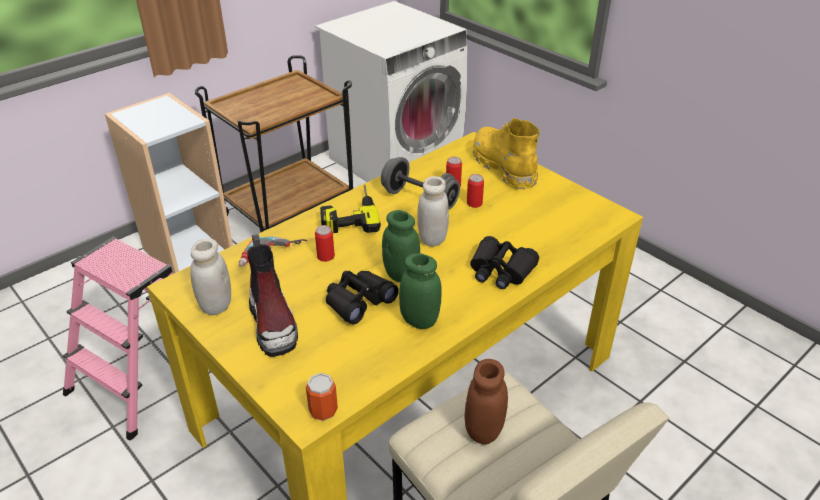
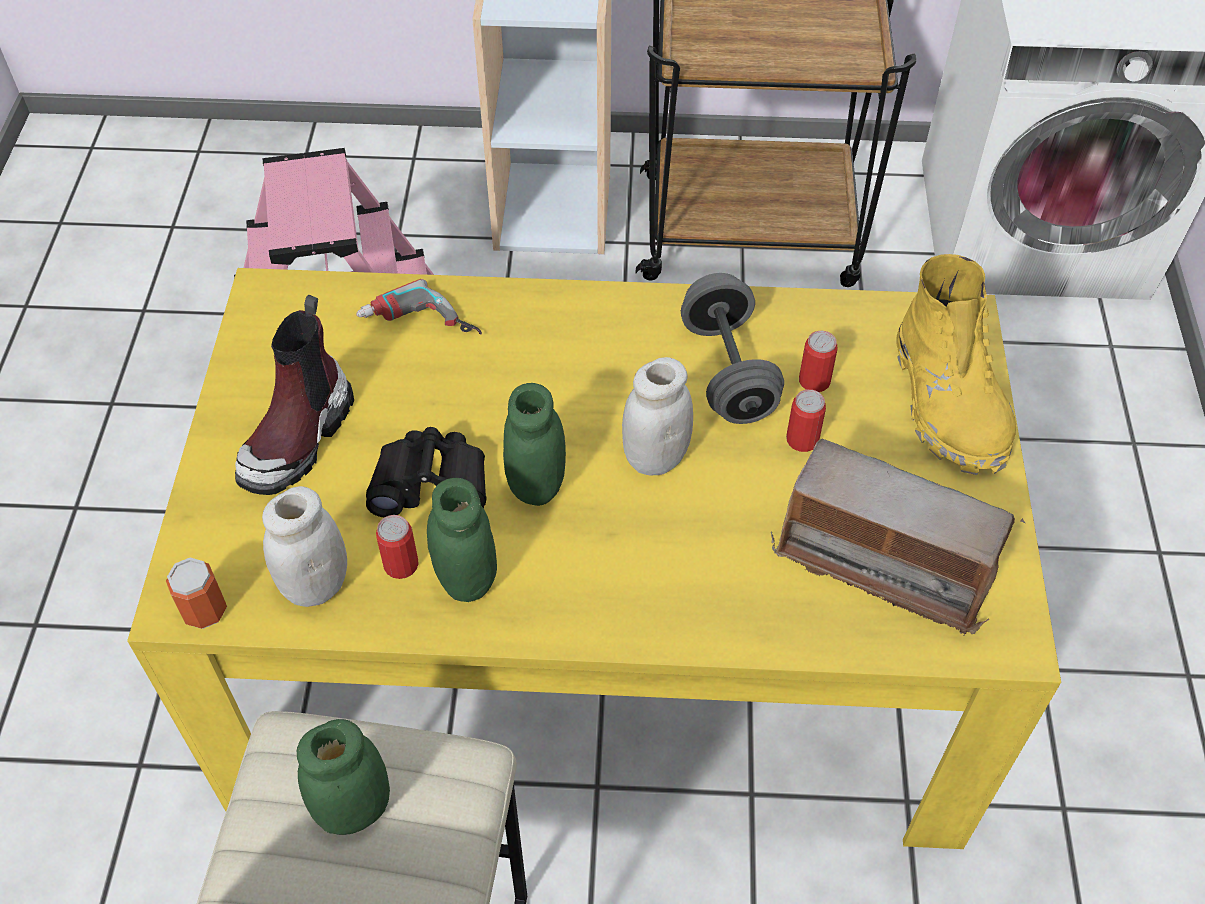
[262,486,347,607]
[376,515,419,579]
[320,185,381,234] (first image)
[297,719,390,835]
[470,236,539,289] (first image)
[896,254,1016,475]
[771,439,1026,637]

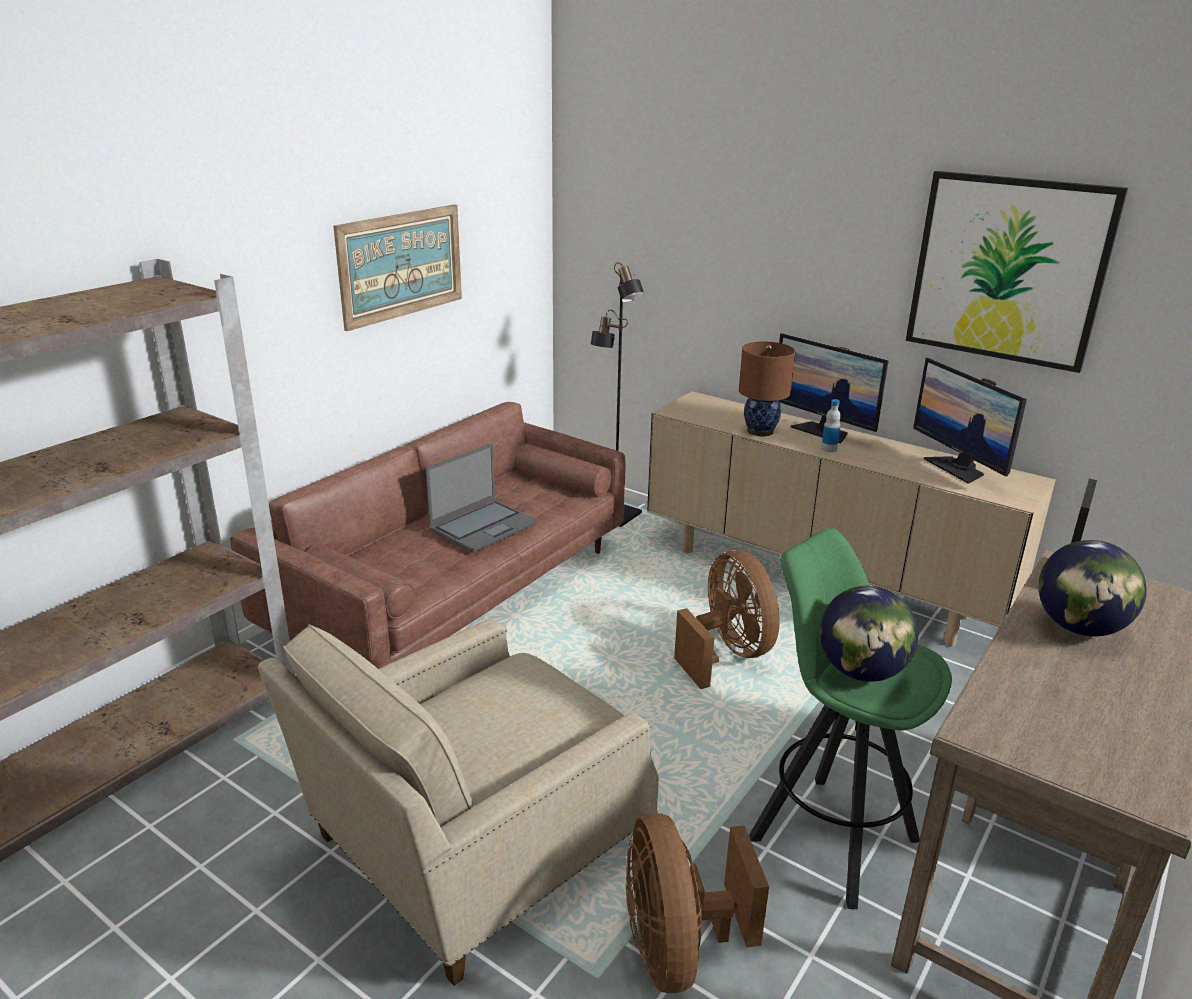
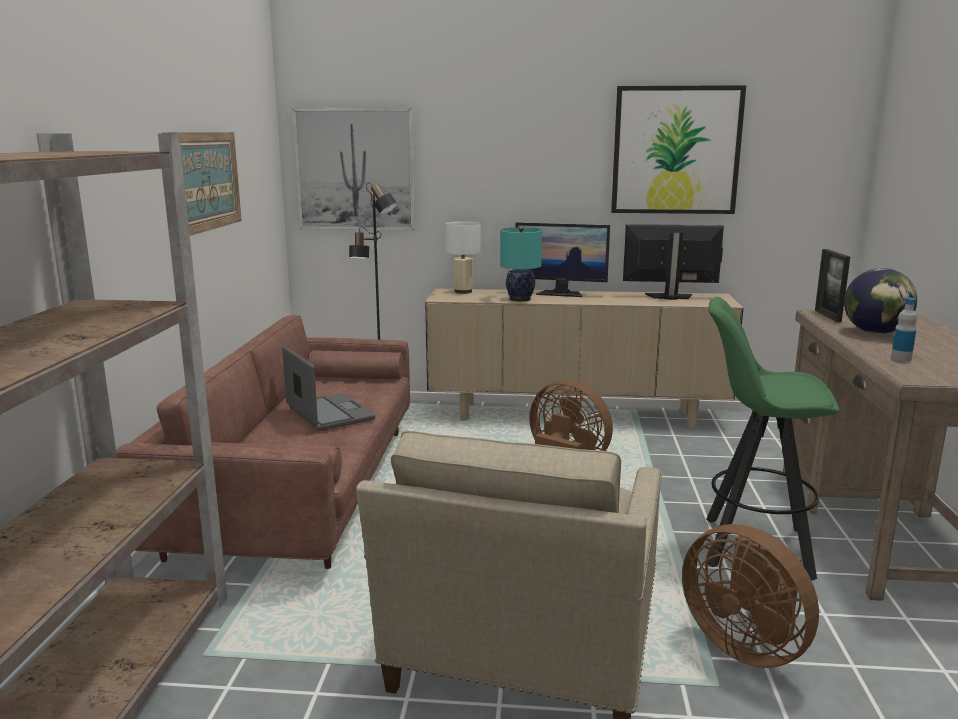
[282,346,375,431]
[500,226,542,302]
[820,586,918,682] (first image)
[891,298,917,361]
[623,224,724,300]
[292,108,415,231]
[445,221,481,294]

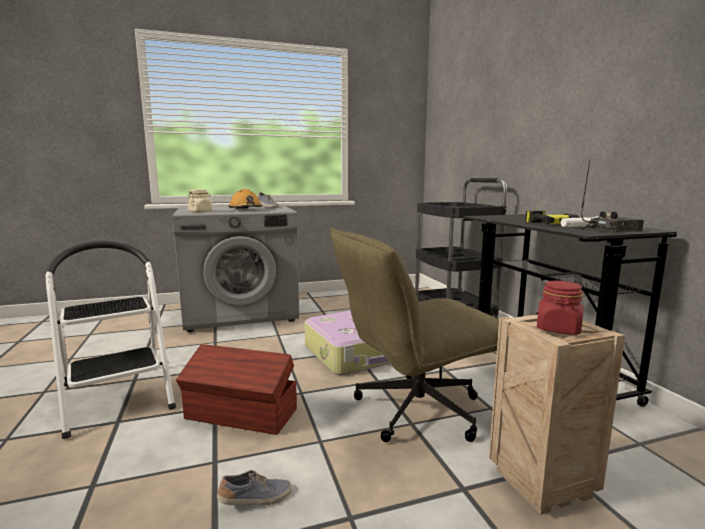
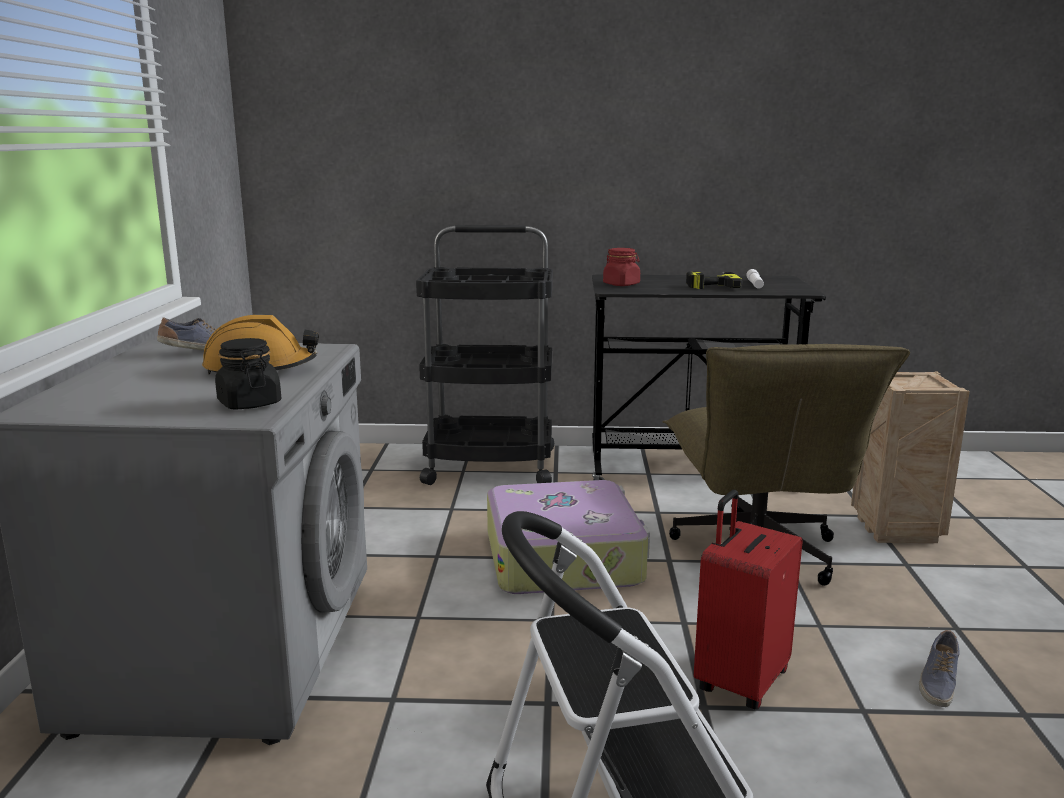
[694,490,803,710]
[215,338,281,409]
[919,630,959,707]
[603,248,640,286]
[581,160,644,232] (first image)

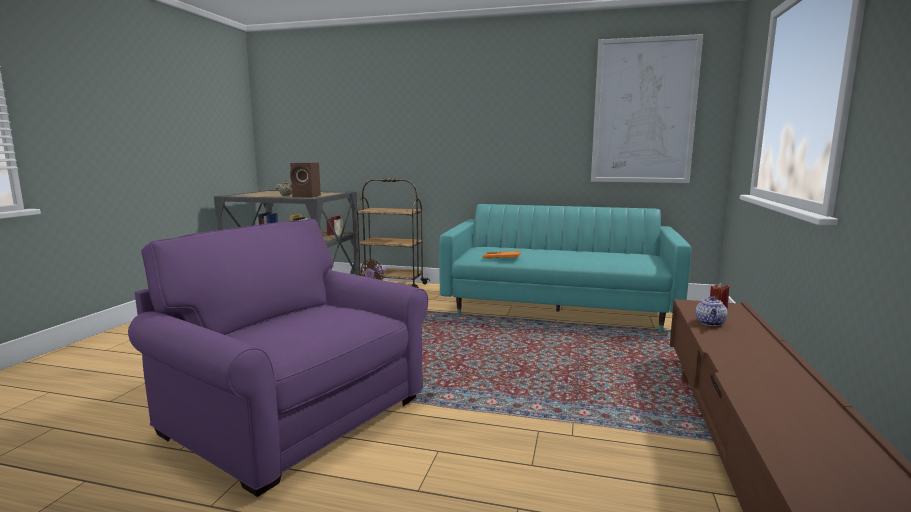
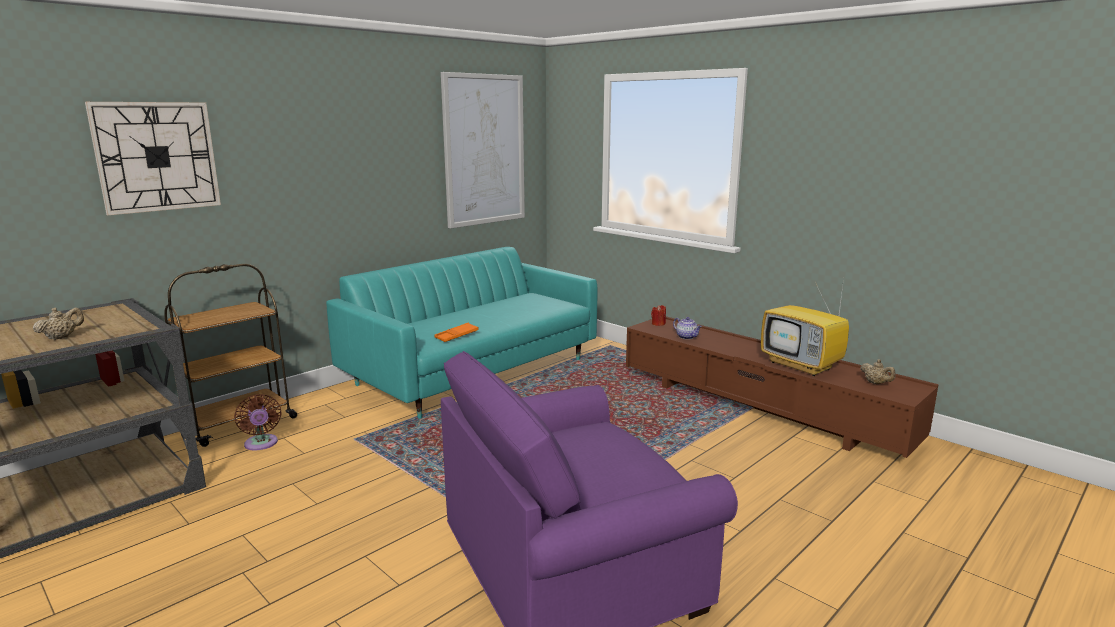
[290,163,321,198] (first image)
[85,102,221,215]
[761,279,849,376]
[860,359,896,384]

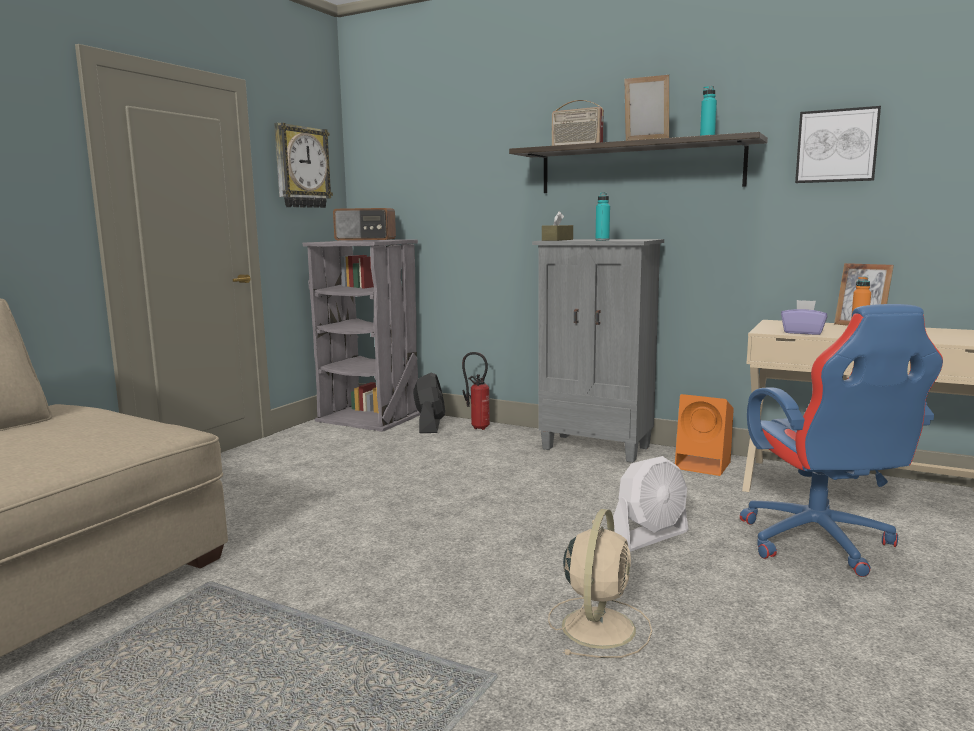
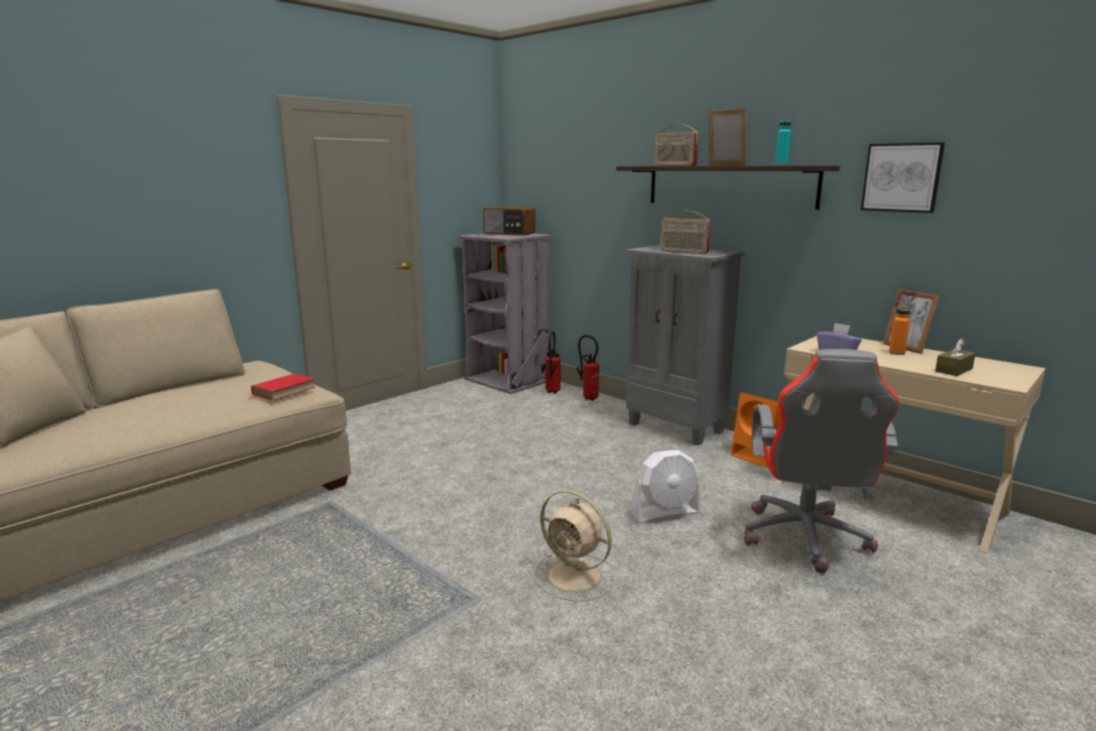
[274,123,333,208] (first image)
[541,331,561,394]
[935,338,976,376]
[534,490,618,601]
[660,211,711,254]
[744,349,899,573]
[249,373,315,401]

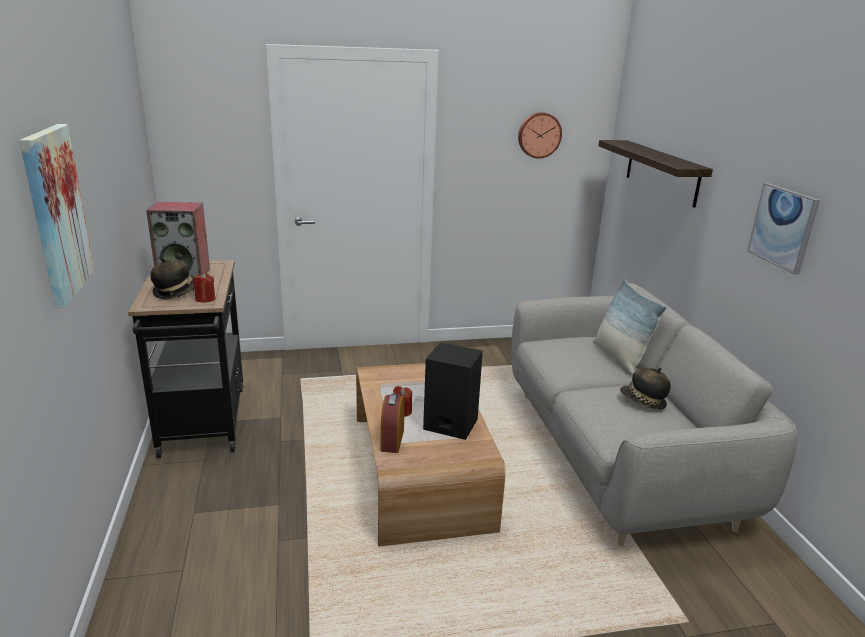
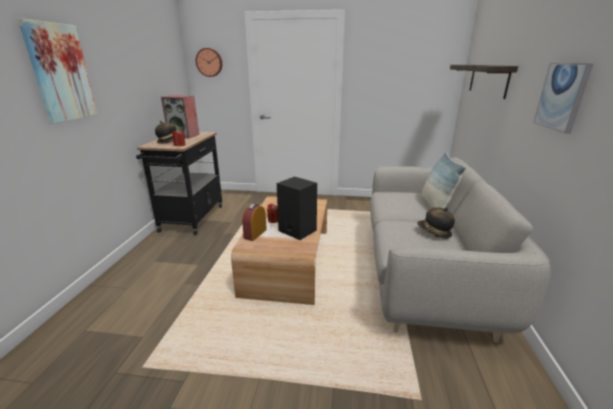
[196,48,222,77]

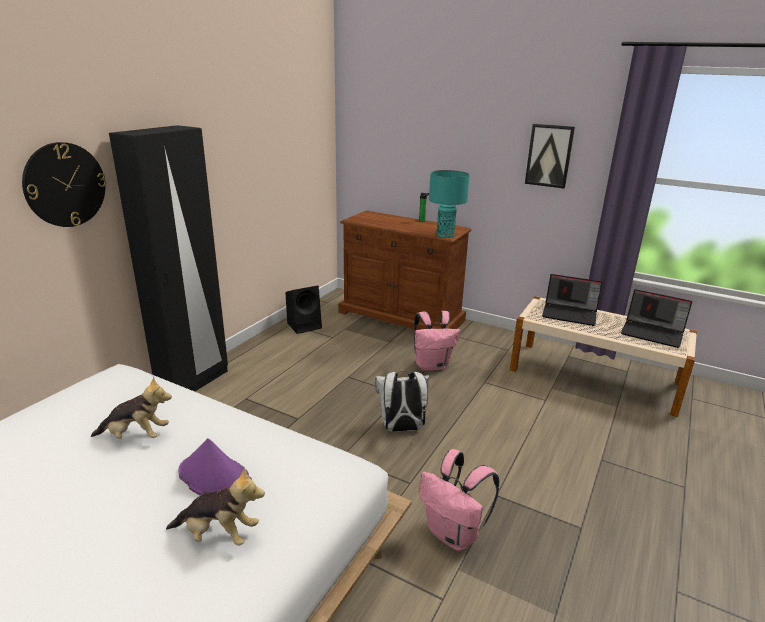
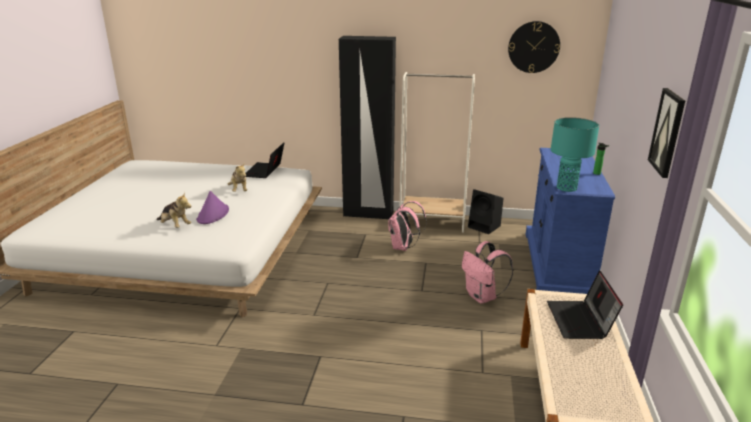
[508,21,560,73]
[157,192,192,228]
[526,148,615,294]
[375,371,429,432] (first image)
[388,201,427,251]
[246,142,284,178]
[399,72,475,233]

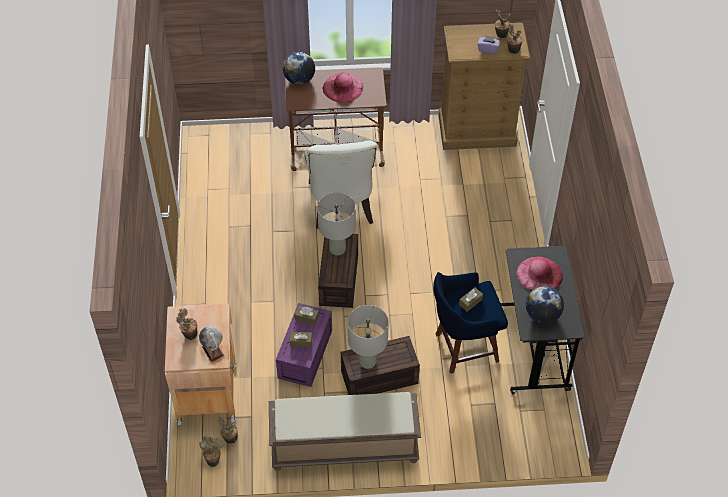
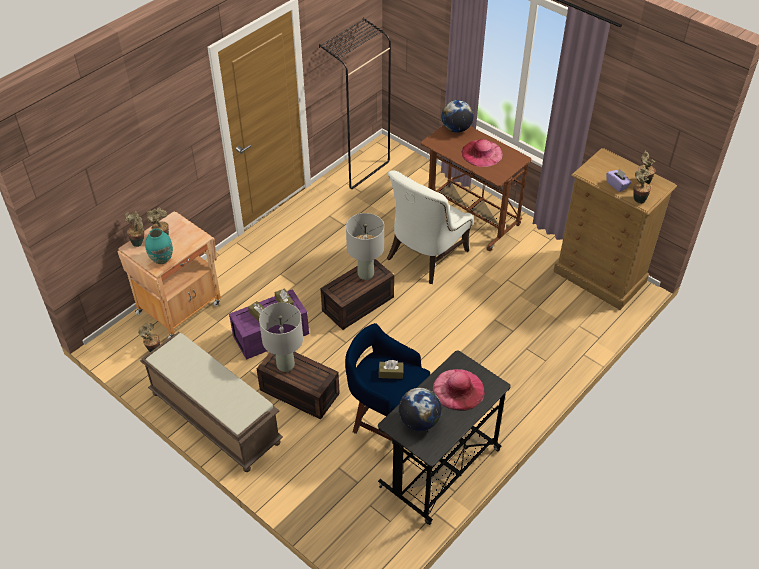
[145,229,173,264]
[125,211,144,247]
[319,17,391,189]

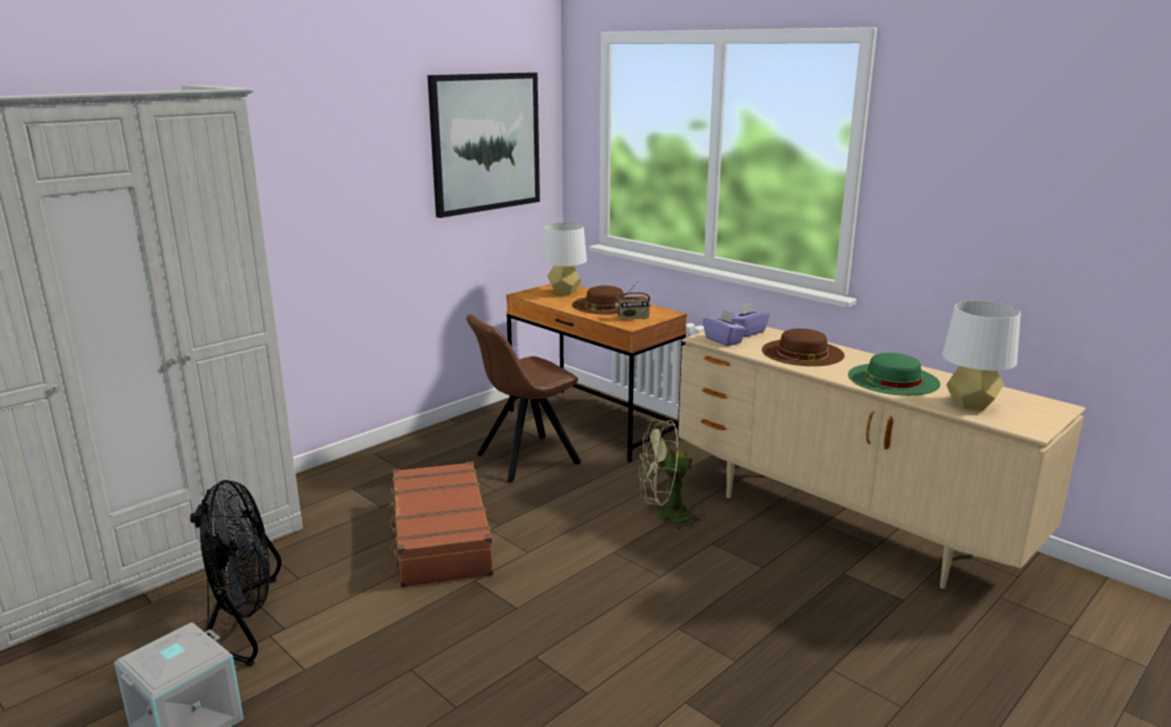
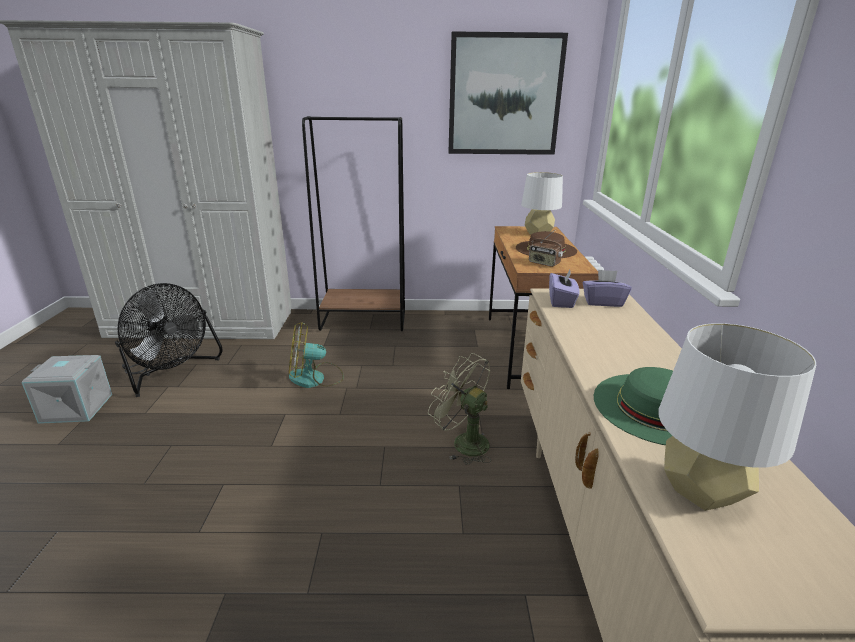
[289,323,344,388]
[466,314,581,482] (first image)
[762,328,845,366] (first image)
[302,116,405,331]

